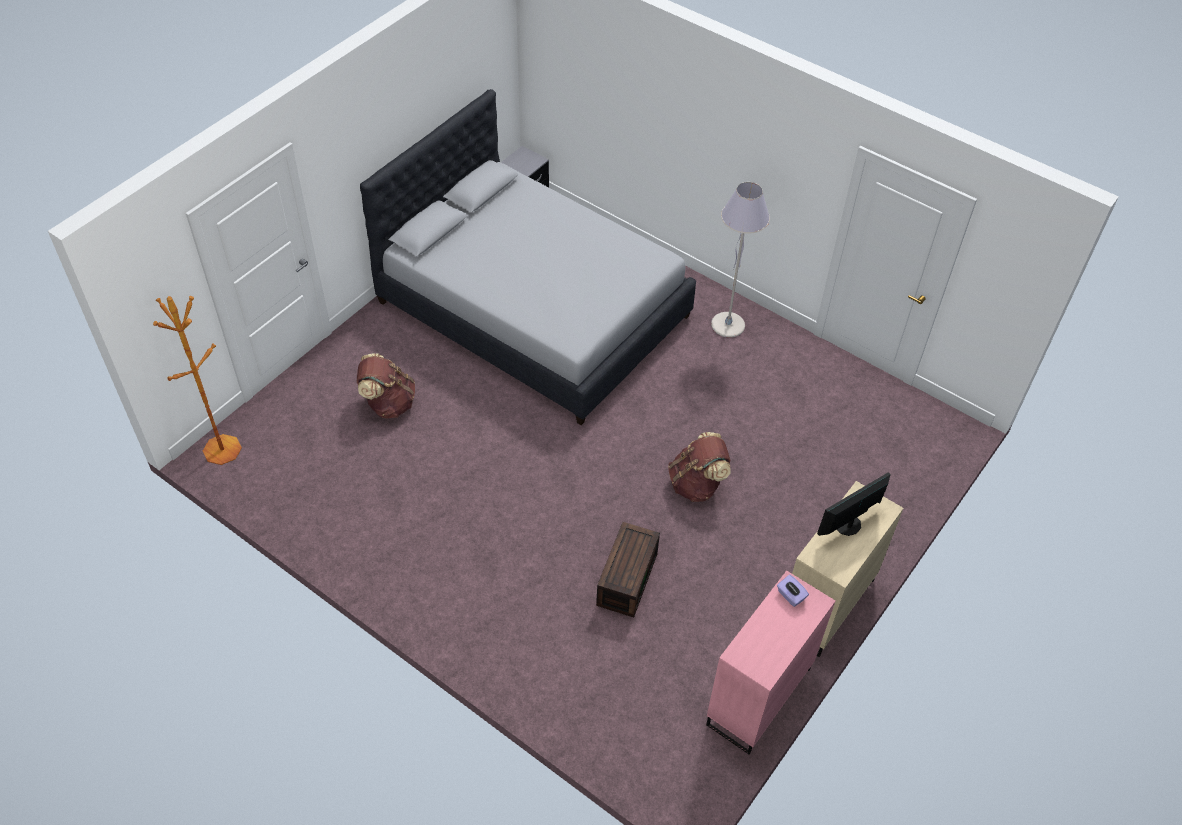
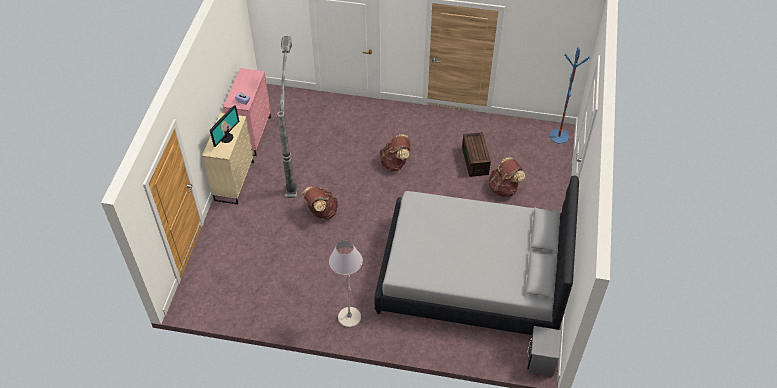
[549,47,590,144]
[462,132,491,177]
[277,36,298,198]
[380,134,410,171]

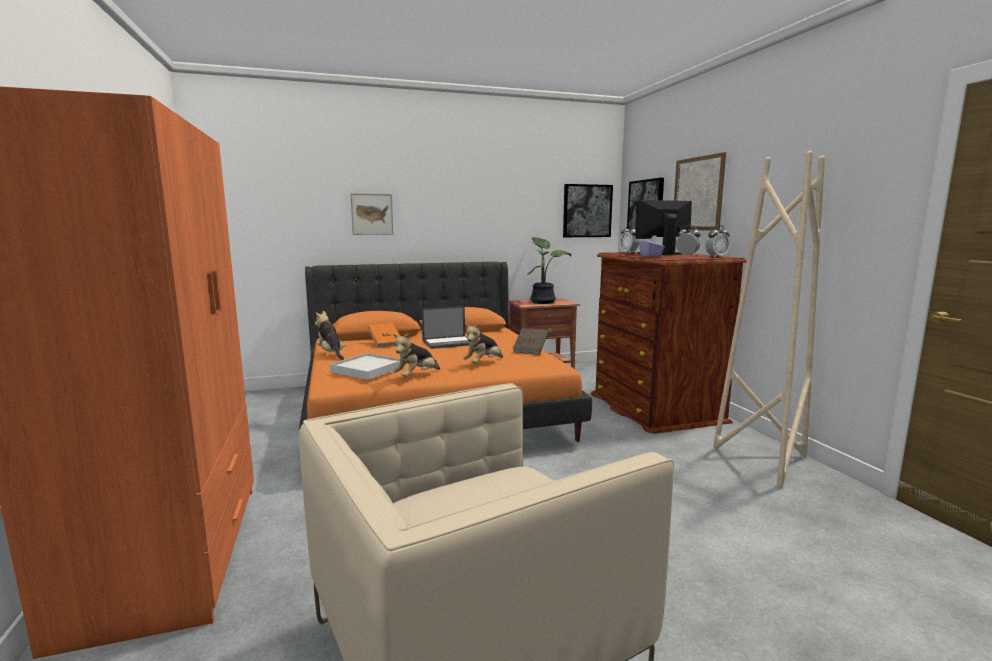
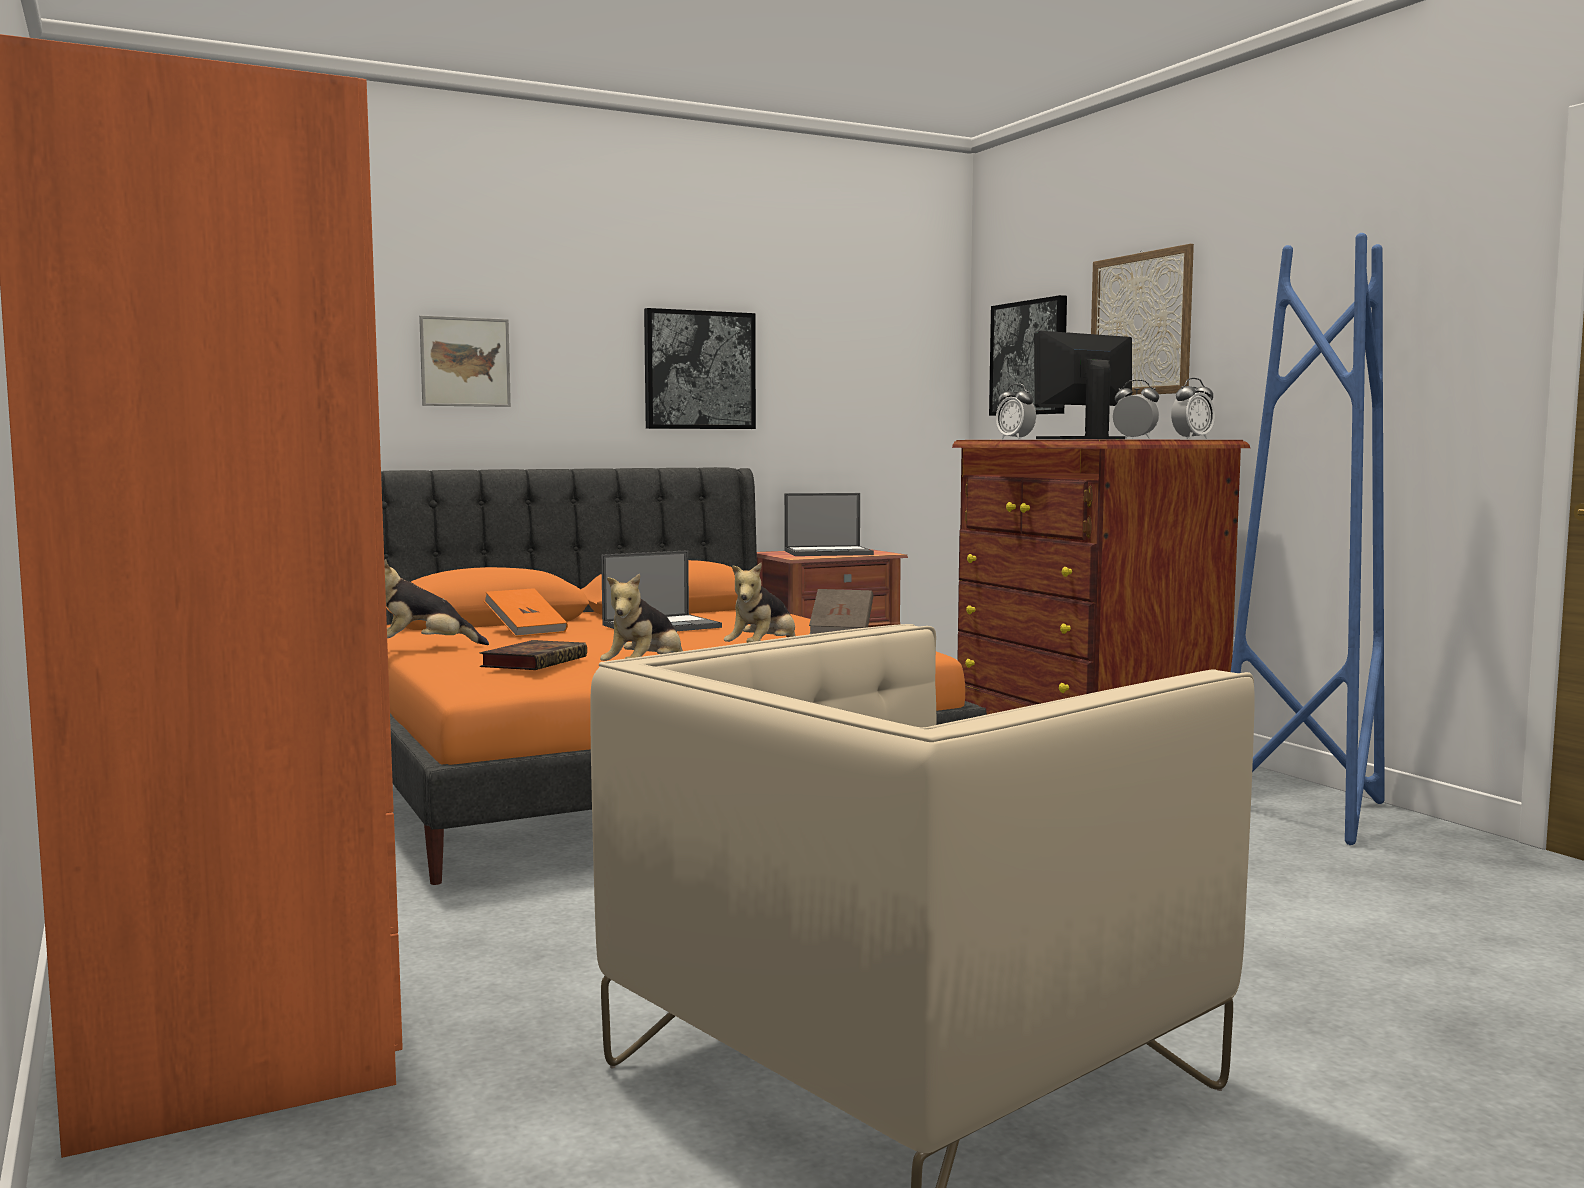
[384,559,489,645]
[479,640,587,670]
[784,493,874,556]
[644,308,756,429]
[639,235,664,257] (first image)
[1231,233,1385,845]

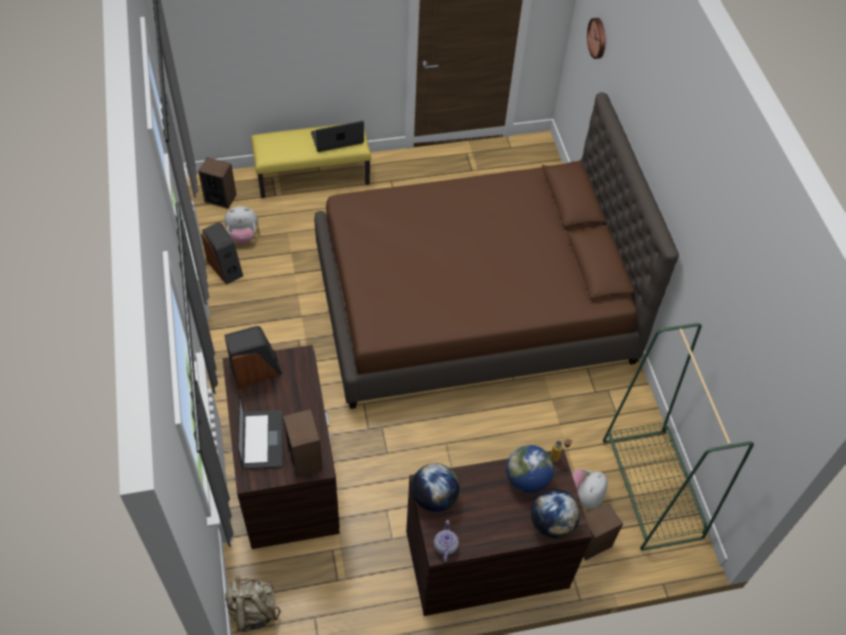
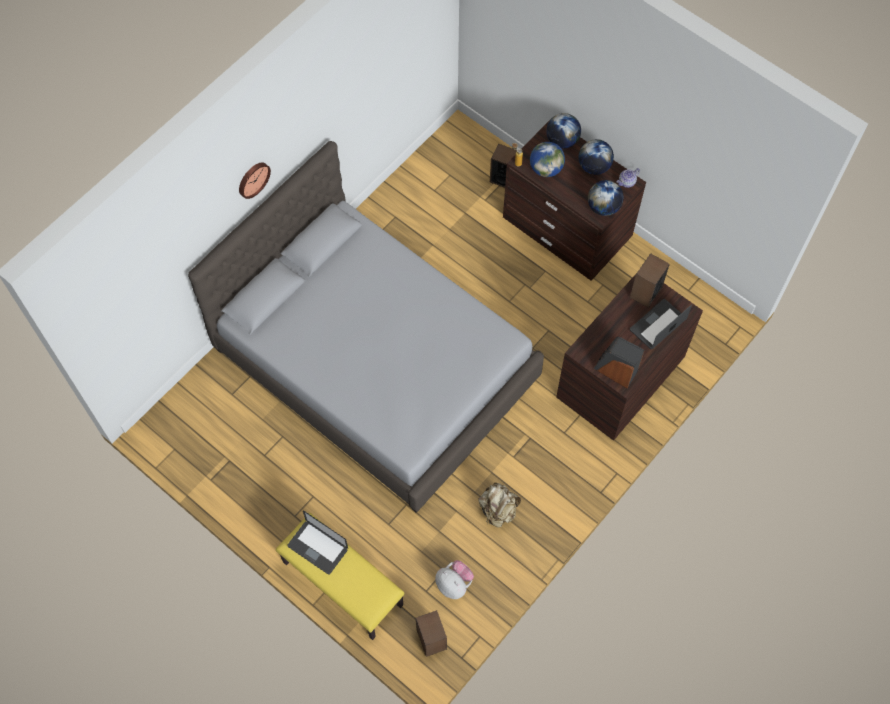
[201,222,243,285] (first image)
[478,483,521,527]
[188,141,544,513]
[572,469,608,509] (first image)
[239,162,271,199]
[603,323,754,551] (first image)
[578,139,614,175]

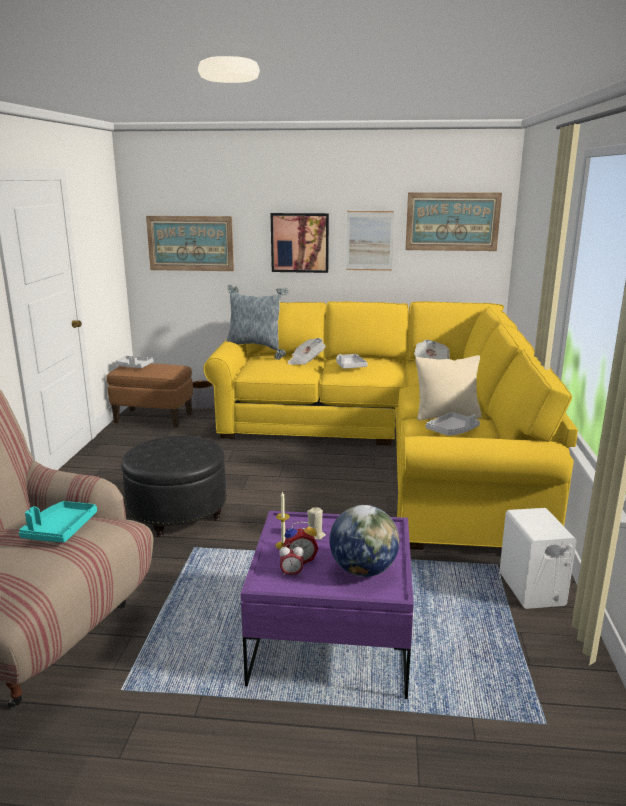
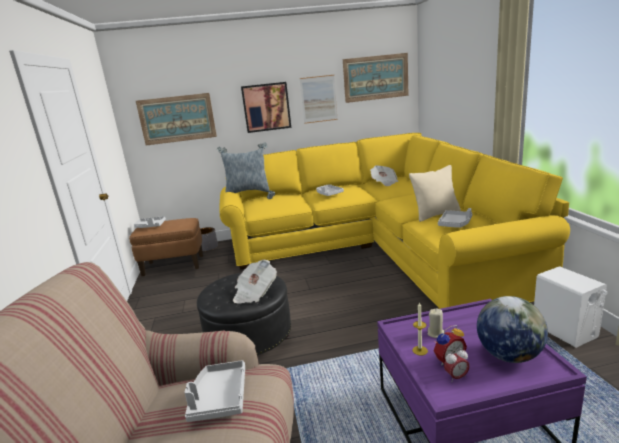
[184,360,245,422]
[233,260,277,304]

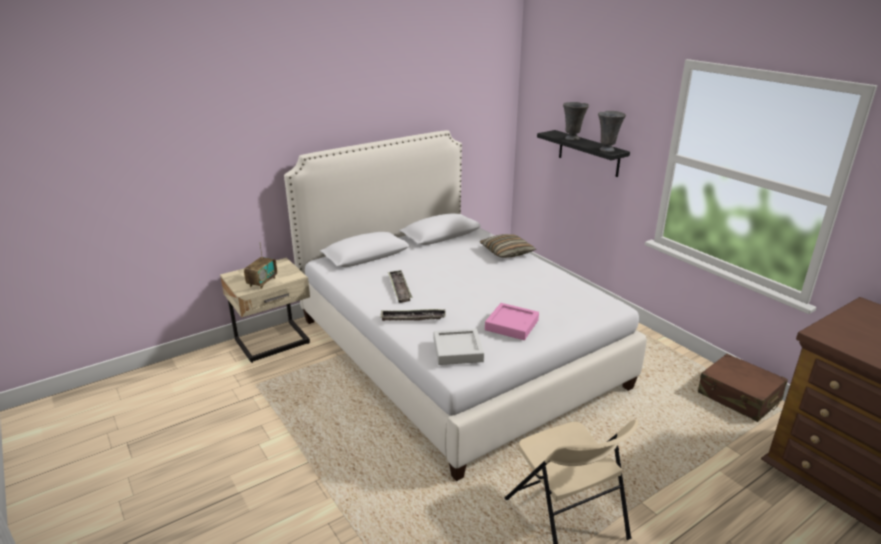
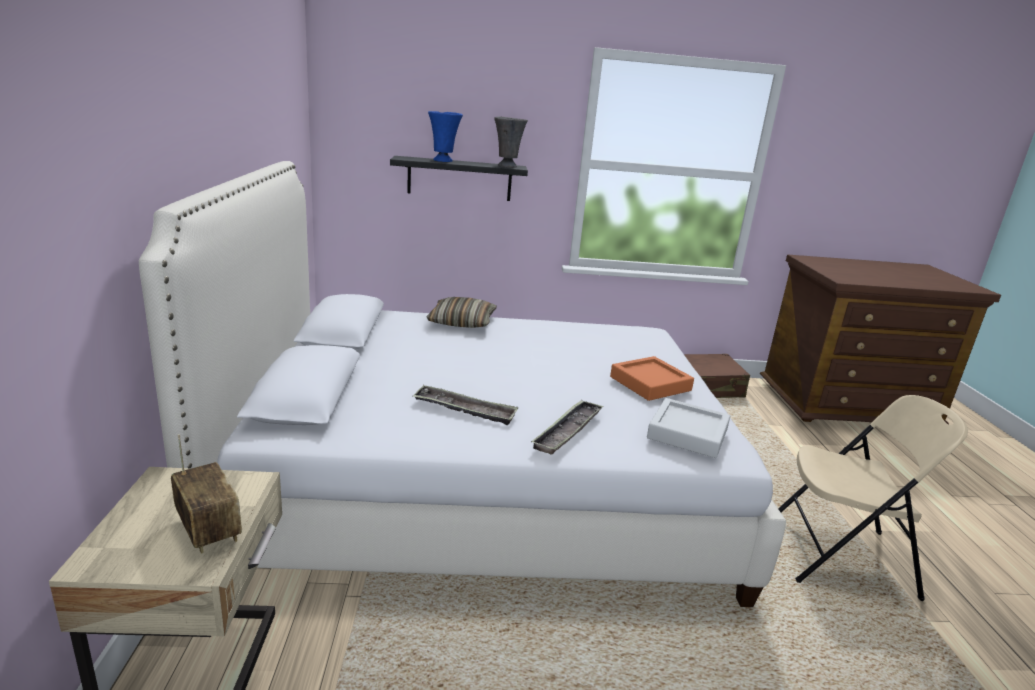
[610,356,694,401]
[428,111,463,162]

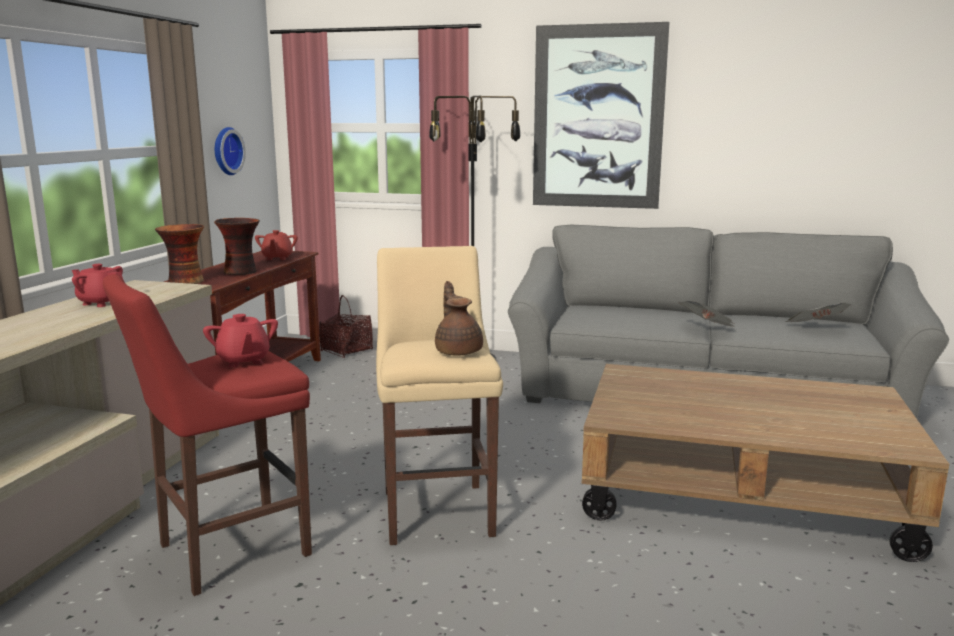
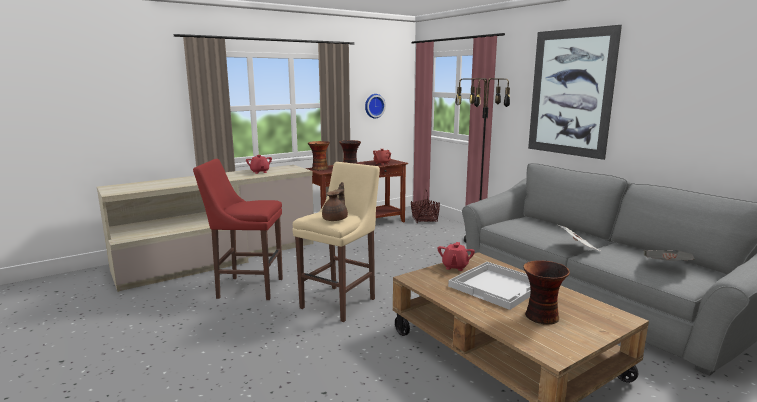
[438,242,475,271]
[448,262,530,310]
[523,260,570,325]

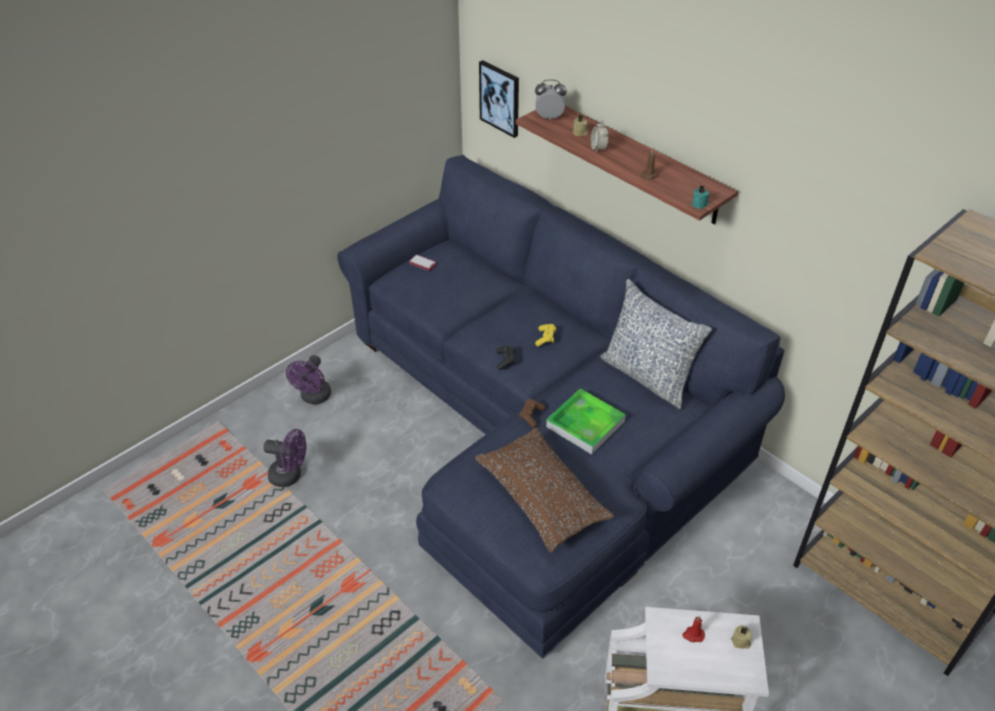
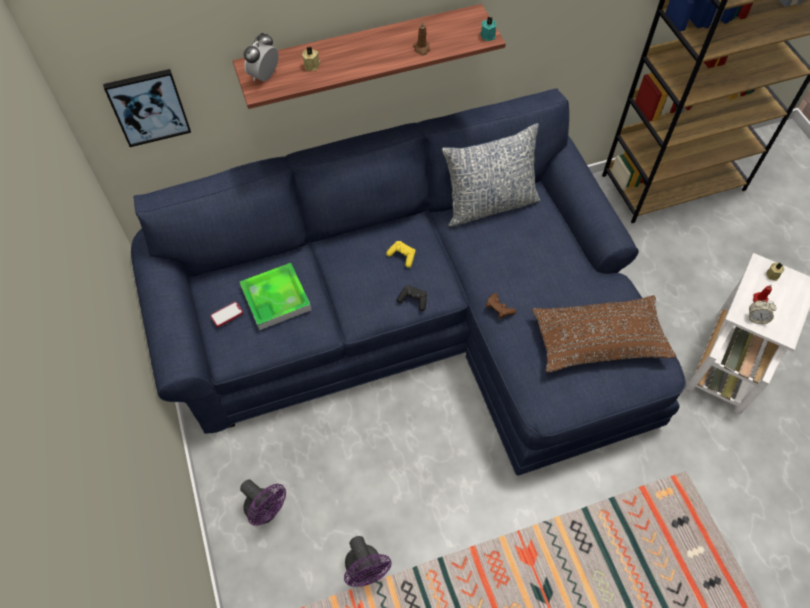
[344,536,392,587]
[240,263,312,330]
[749,300,776,324]

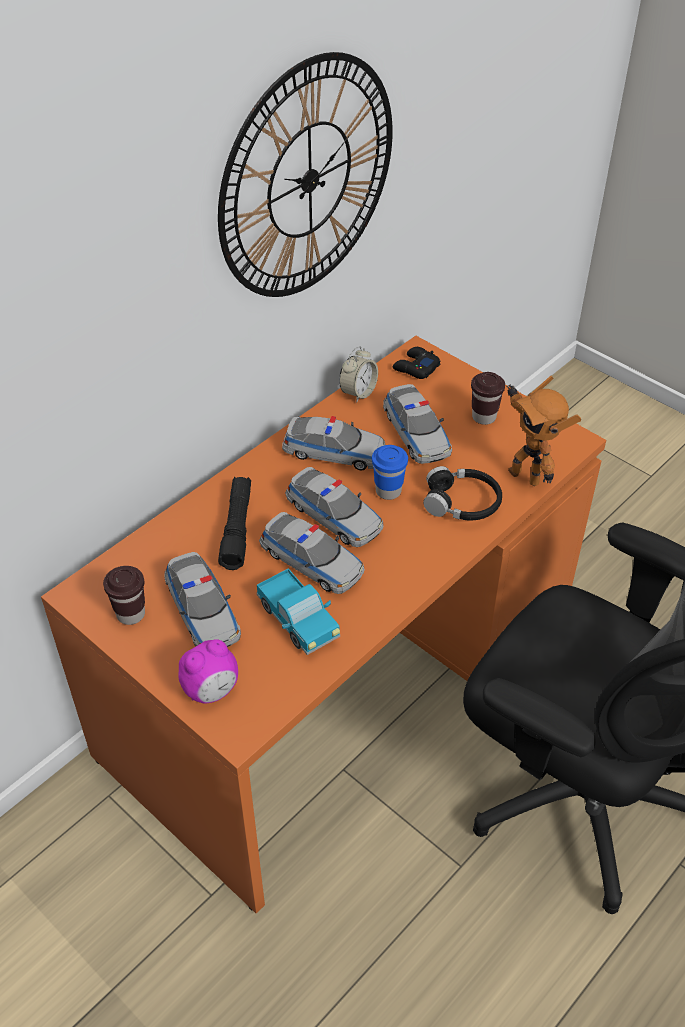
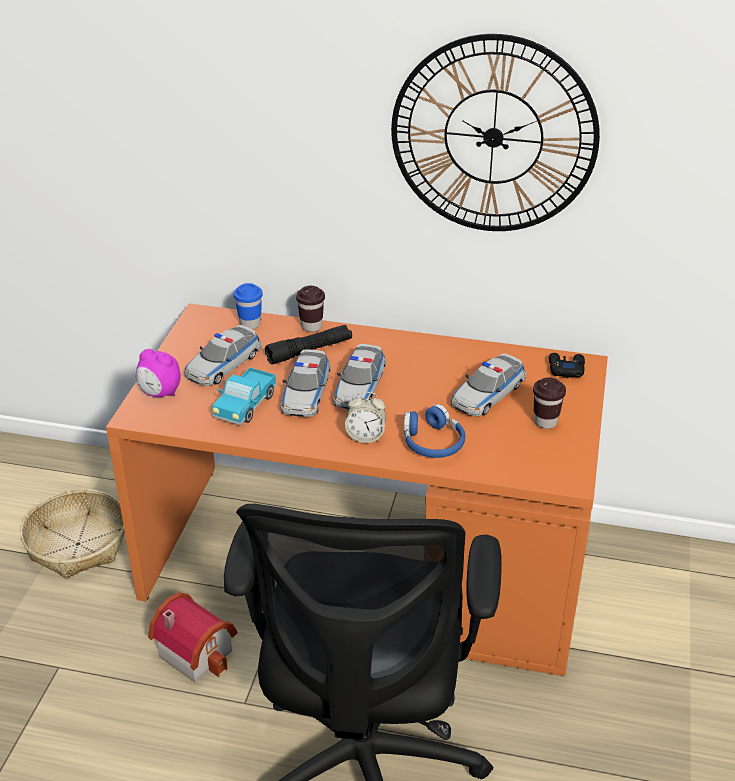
[296,286,325,332]
[282,416,385,470] (first image)
[345,392,386,443]
[234,283,263,329]
[404,404,465,458]
[506,376,581,486] (first image)
[21,489,125,579]
[148,592,237,683]

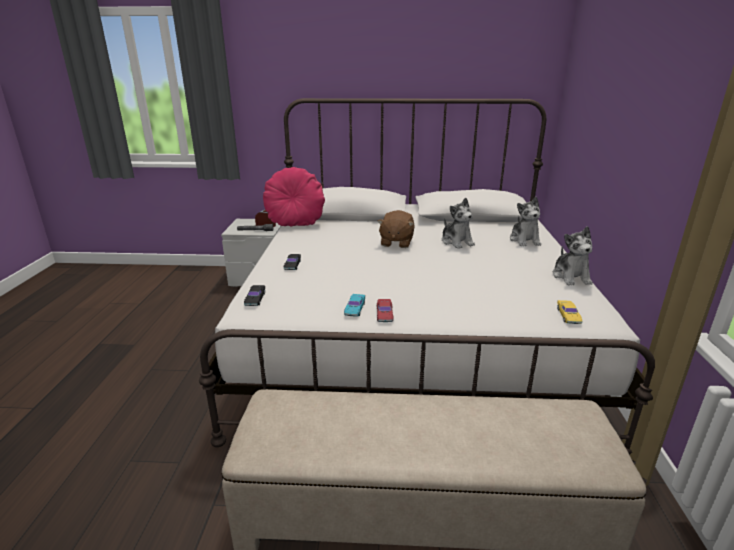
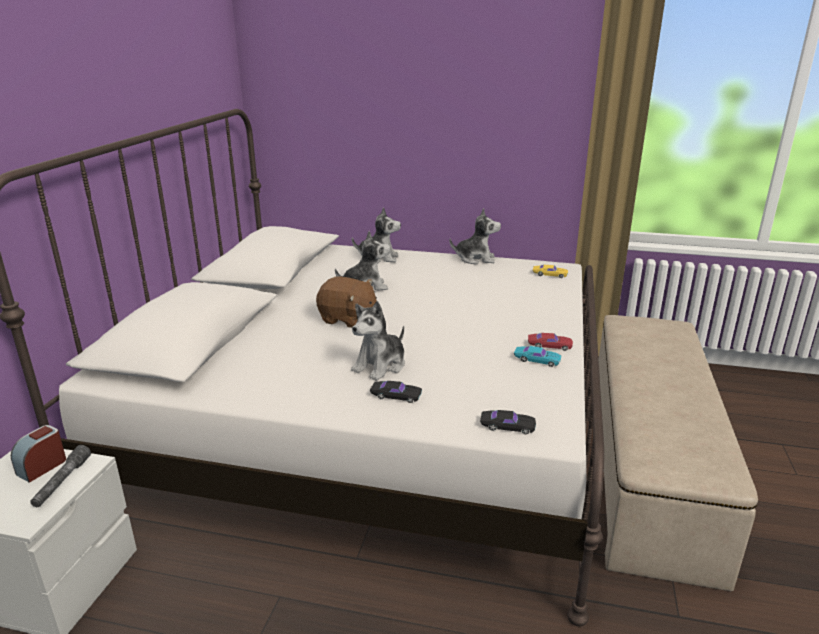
[263,167,325,227] (first image)
[351,301,405,381]

